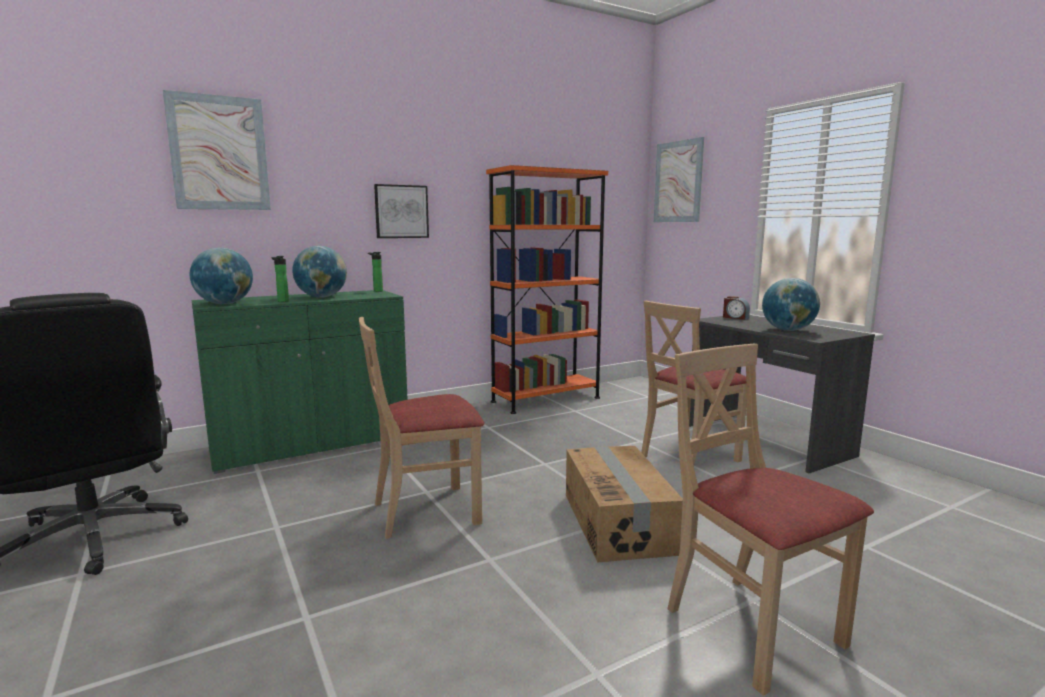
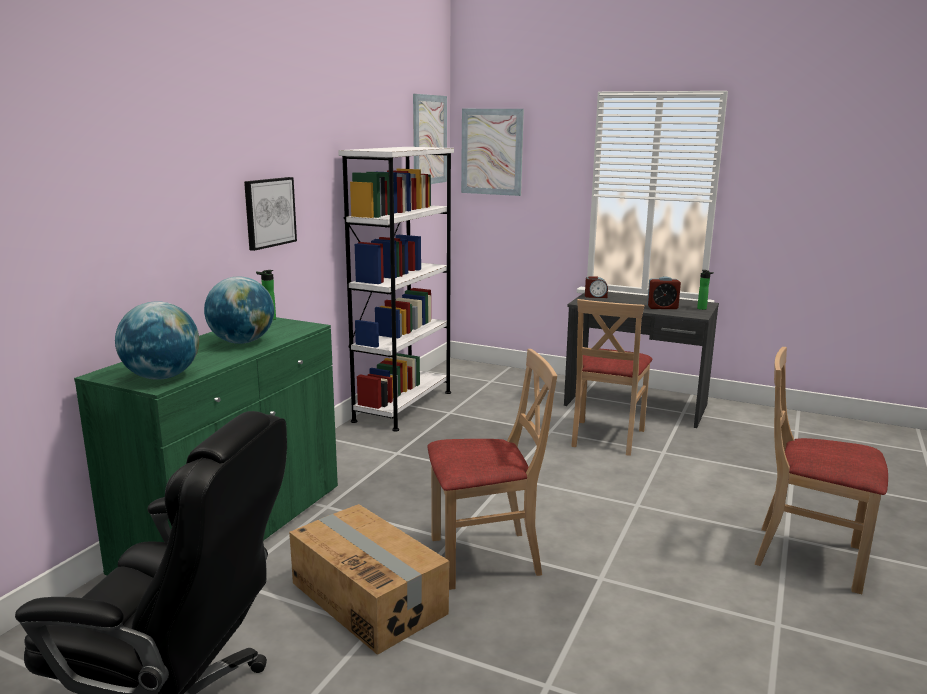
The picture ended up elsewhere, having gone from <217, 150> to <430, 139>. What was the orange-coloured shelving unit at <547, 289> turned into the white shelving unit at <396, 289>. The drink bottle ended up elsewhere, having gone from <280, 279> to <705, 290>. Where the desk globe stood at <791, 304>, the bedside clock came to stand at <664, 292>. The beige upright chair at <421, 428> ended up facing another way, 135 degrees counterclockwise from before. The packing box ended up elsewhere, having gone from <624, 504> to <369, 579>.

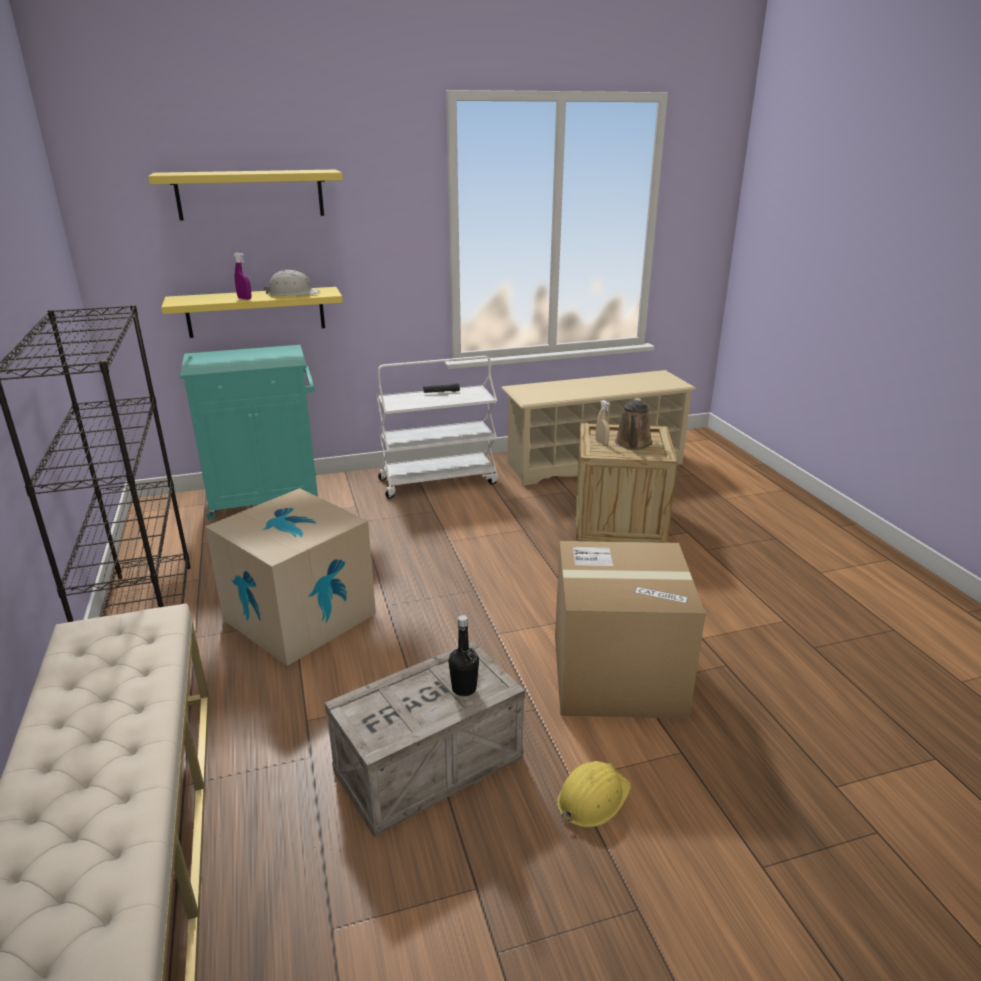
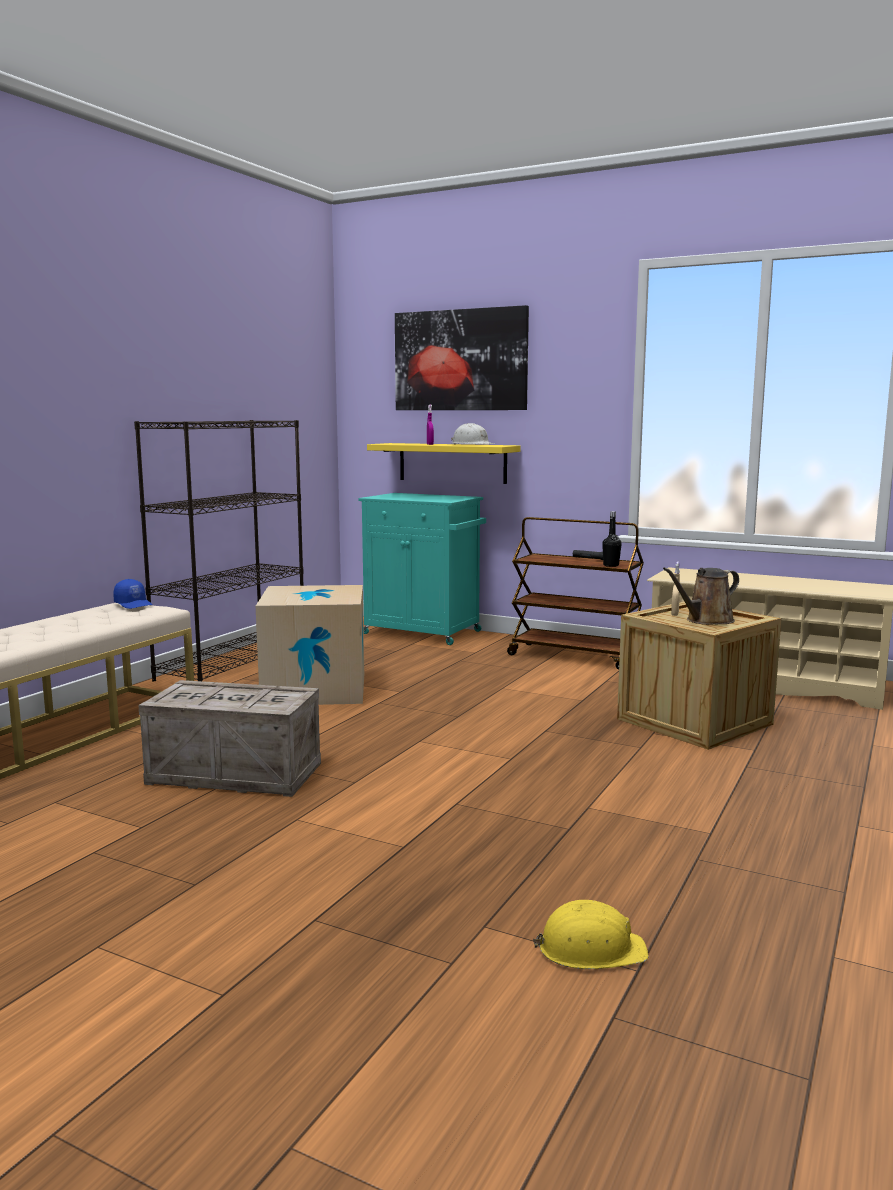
Where the yellow-coloured bracket shelf hung at <245, 195>, the picture came to hang at <462, 357>. What was the white wheeled cart at <437, 427> turned into the brownish wheeled cart at <575, 593>. The second view lost the packing box at <630, 630>. The black drink bottle ended up elsewhere, having gone from <464, 655> to <612, 539>. The yellow-coloured safety helmet ended up elsewhere, having gone from <594, 794> to <591, 934>. The second view gained the blue-coloured peaked cap at <133, 594>.

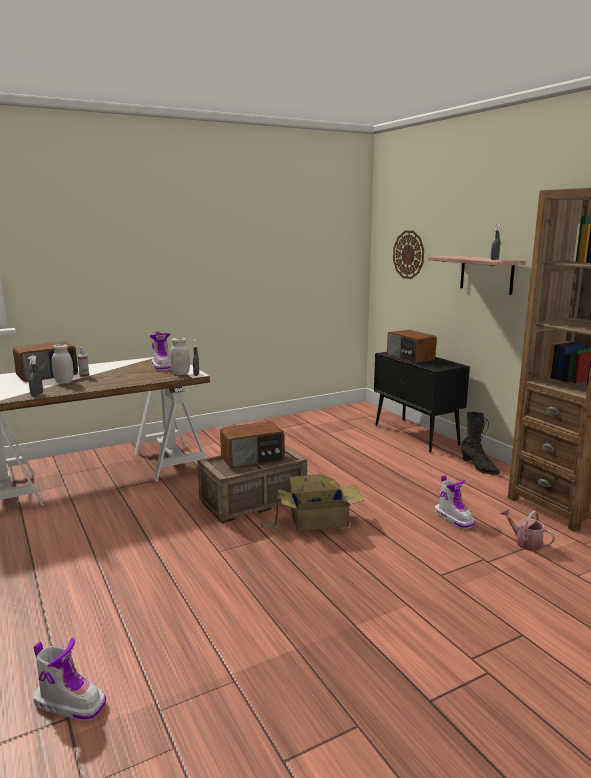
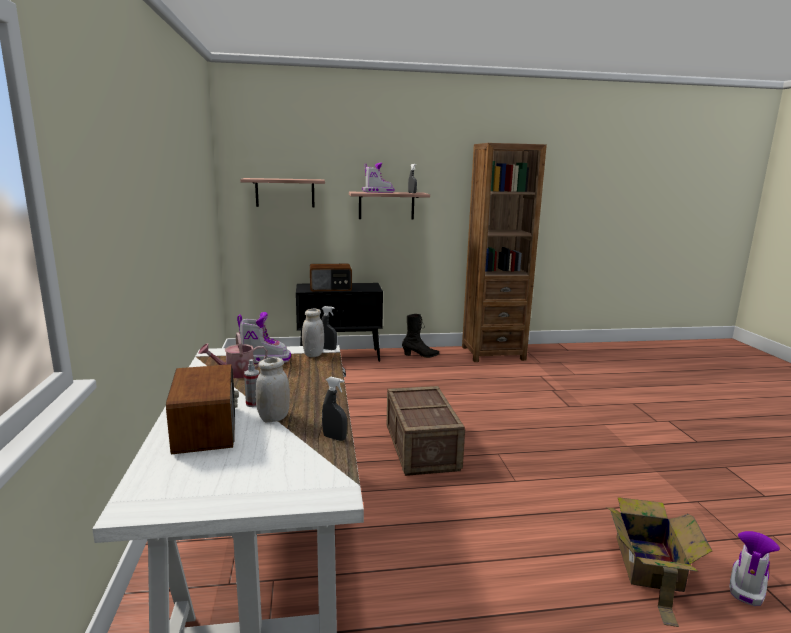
Where the hanging clock hung at <408, 255>, the bracket shelf came to hang at <282, 192>. The second view lost the radio at <252, 445>. The packing box ended up elsewhere, having gone from <312, 503> to <659, 562>. The high-top boot ended up elsewhere, having gone from <455, 502> to <378, 178>. The watering can ended up elsewhere, having gone from <527, 529> to <233, 355>.

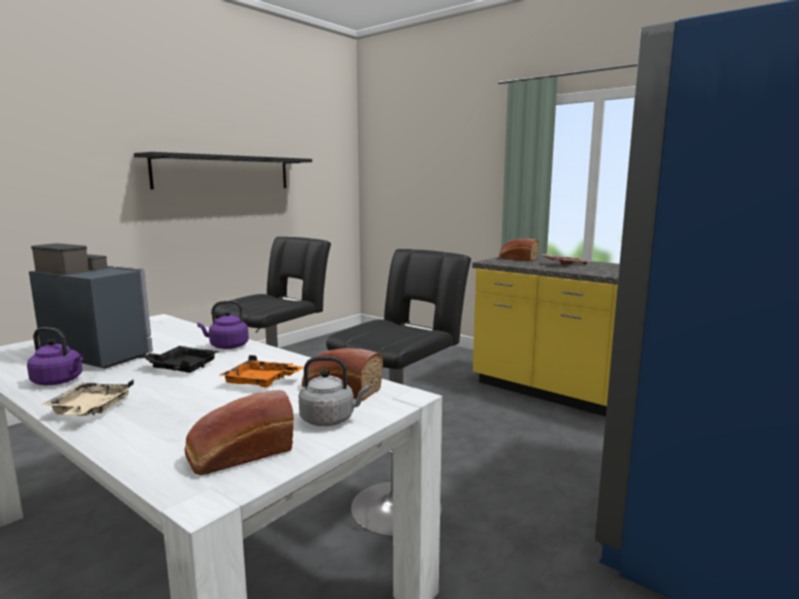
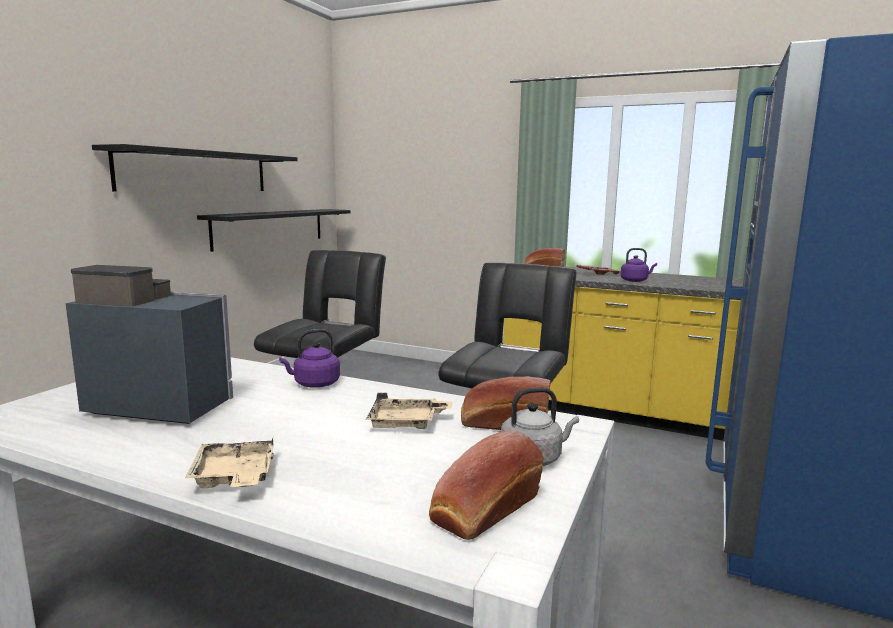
The purple kettle ended up elsewhere, having gone from <55, 356> to <638, 265>. The second view lost the black serving tray at <179, 359>. What was the orange-coloured serving tray at <262, 371> turned into the beige serving tray at <409, 410>. The second view gained the black bracket shelf at <273, 230>.

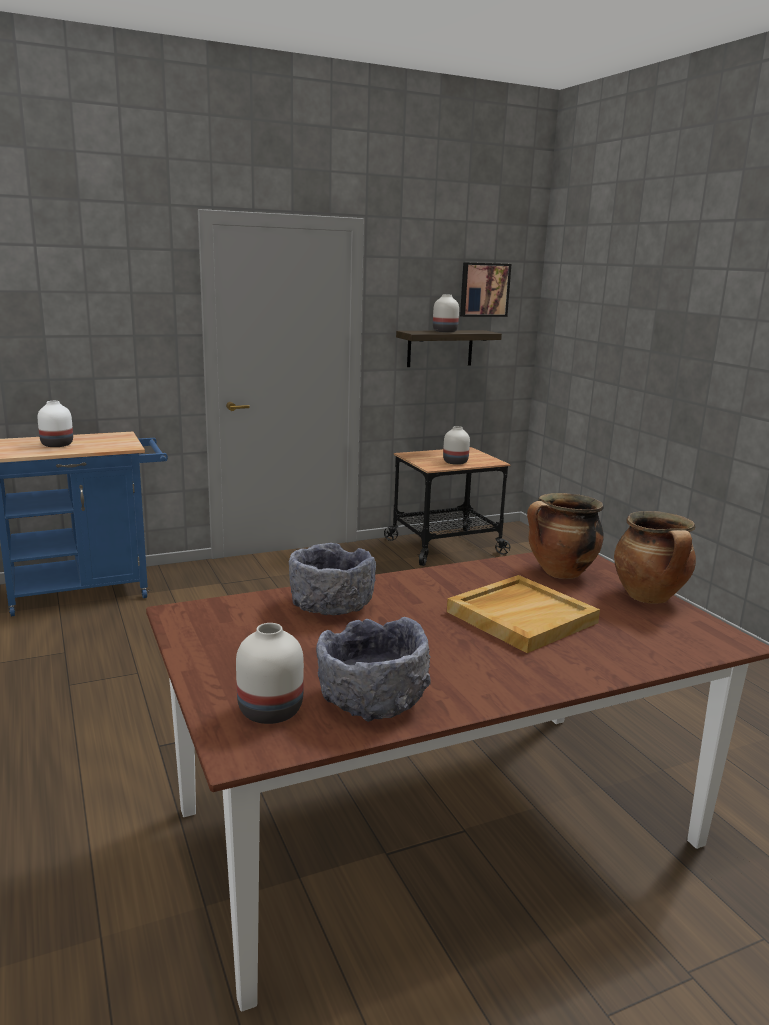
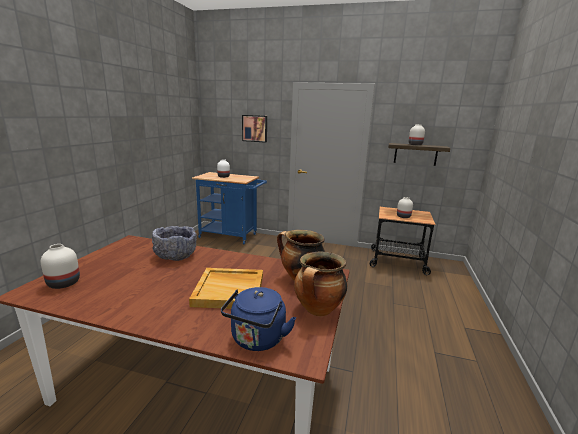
The picture ended up elsewhere, having gone from <485, 289> to <254, 129>. The second view lost the grey deep dish at <373, 669>. The second view gained the blue-coloured kettle at <258, 319>.

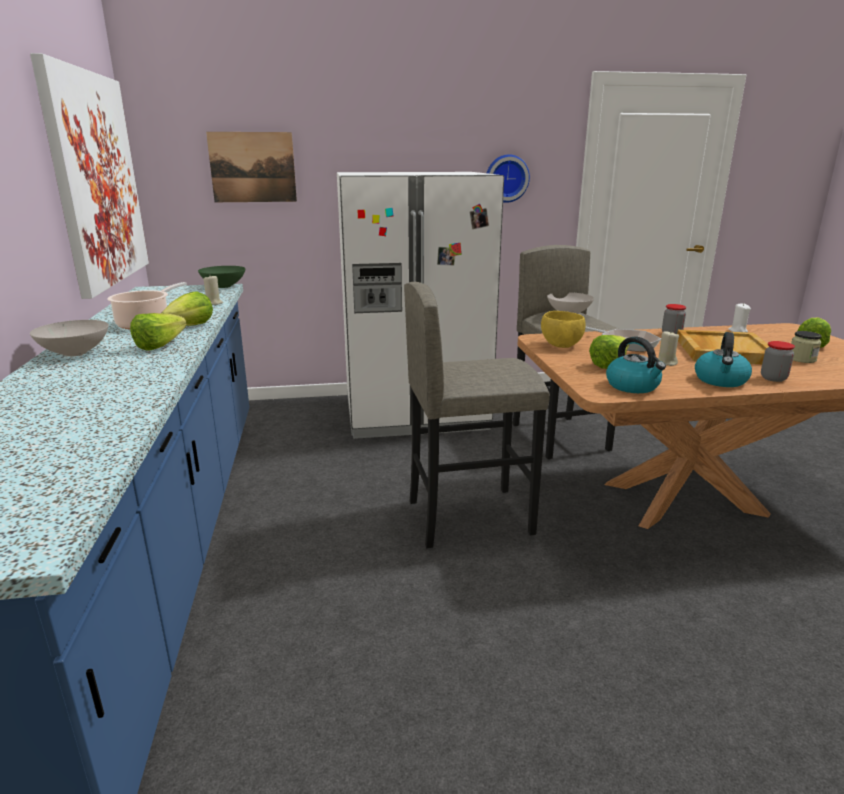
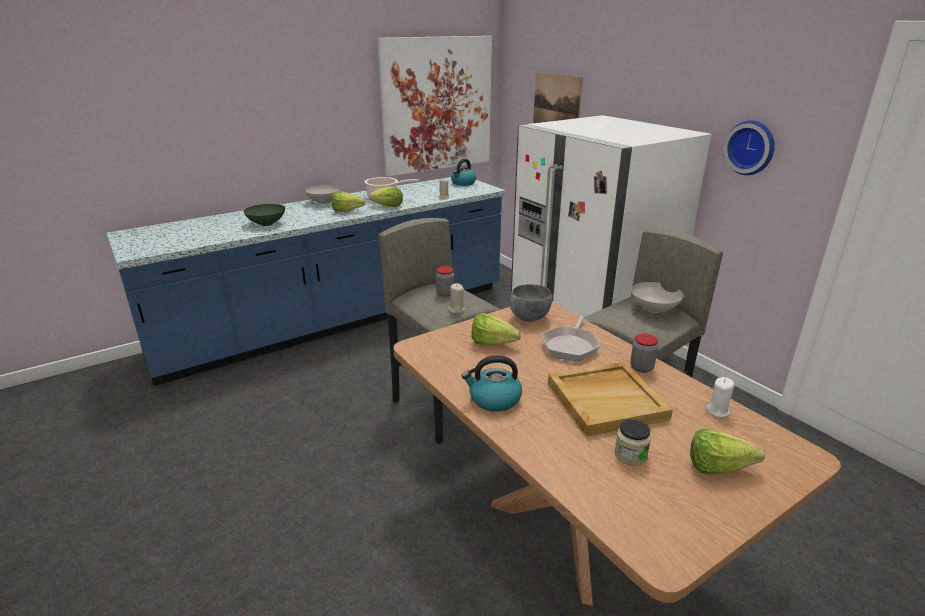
The green deep dish ended up elsewhere, having gone from <222, 277> to <264, 215>. What was the yellow-coloured deep dish at <563, 329> turned into the grey deep dish at <531, 303>. The beige candle ended up elsewhere, having gone from <667, 348> to <457, 298>. The kettle ended up elsewhere, having gone from <636, 365> to <463, 172>. The storage jar ended up elsewhere, having gone from <778, 361> to <445, 281>.

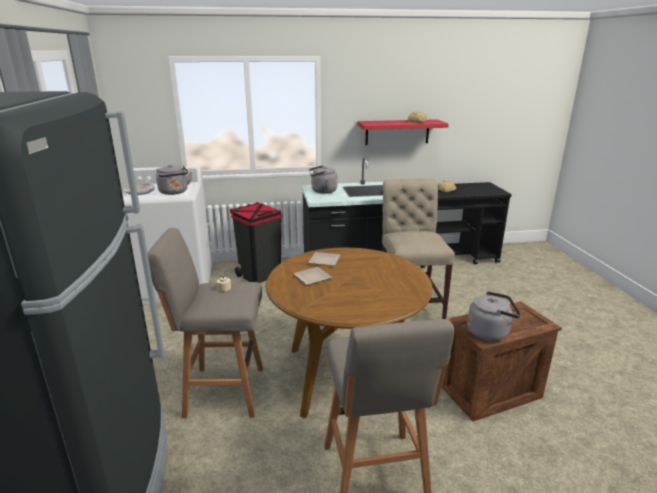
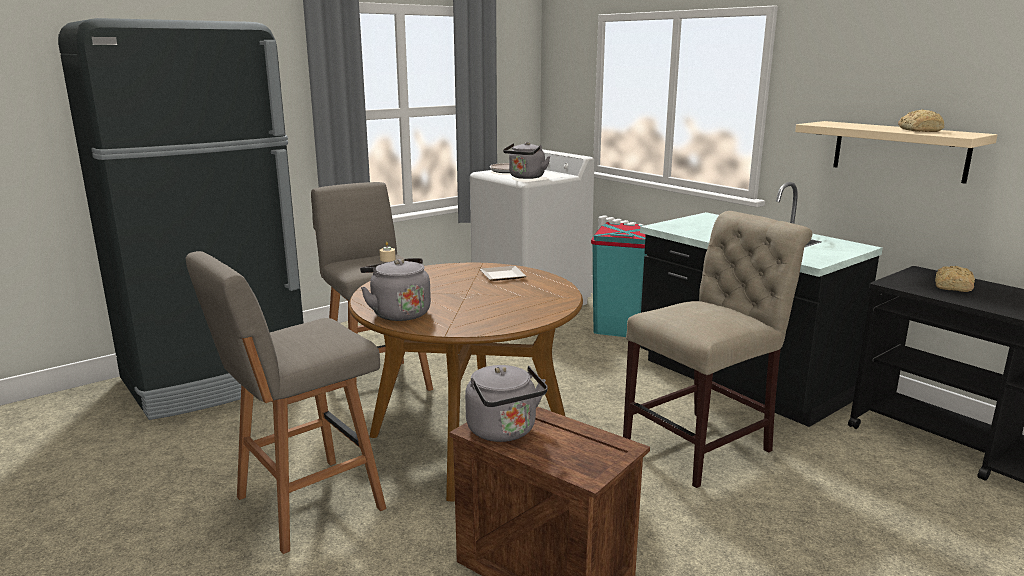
What was the red bracket shelf at <403, 132> turned into the beige bracket shelf at <896, 152>. The grey kettle ended up elsewhere, having gone from <323, 179> to <395, 289>. What was the black rubbish bin at <256, 242> turned into the turquoise rubbish bin at <619, 279>. The second view lost the dinner plate at <312, 276>.

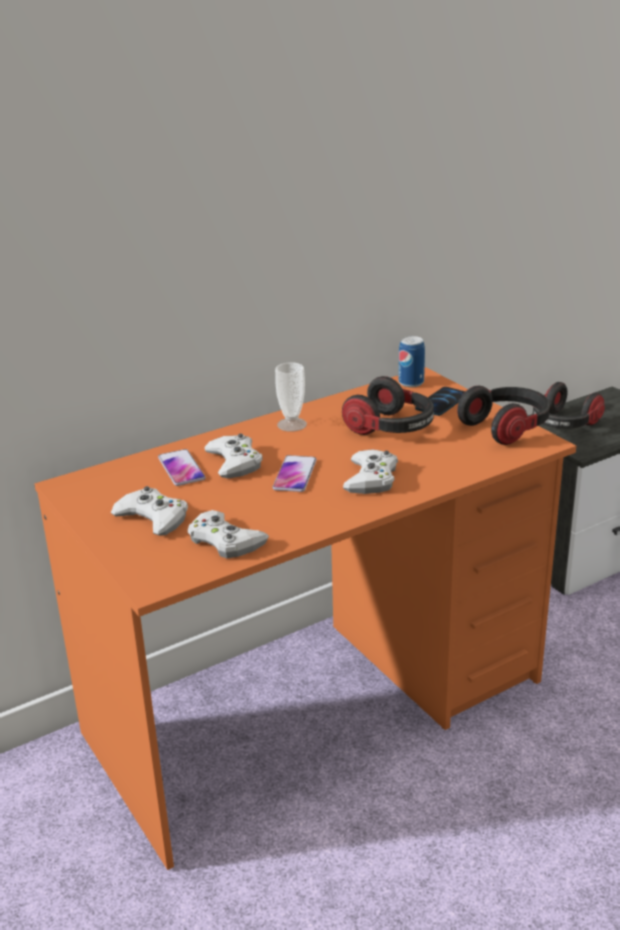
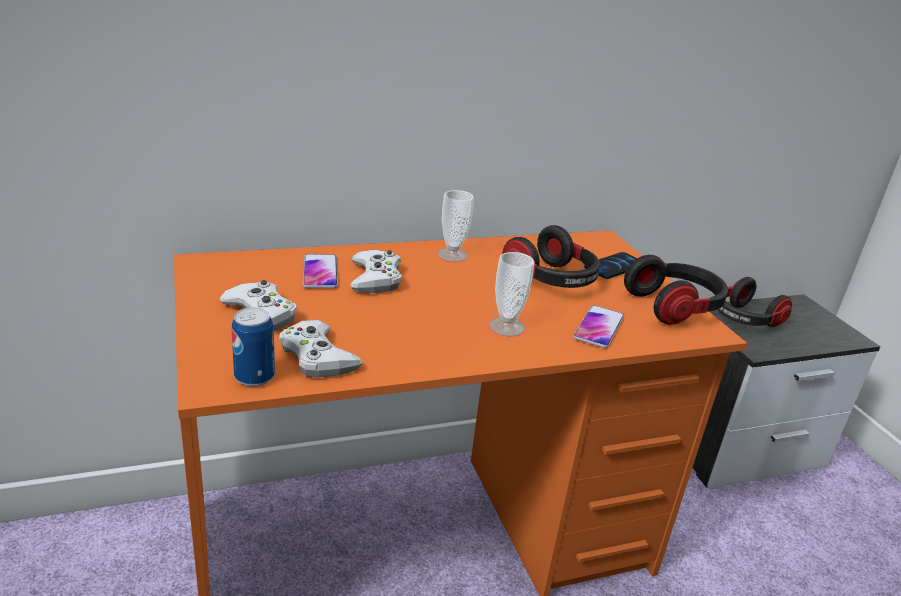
The can ended up elsewhere, having gone from <411, 361> to <253, 347>. Where the white joypad stood at <370, 471>, the drinking cup came to stand at <512, 294>. The handset ended up elsewhere, having gone from <294, 473> to <598, 326>.

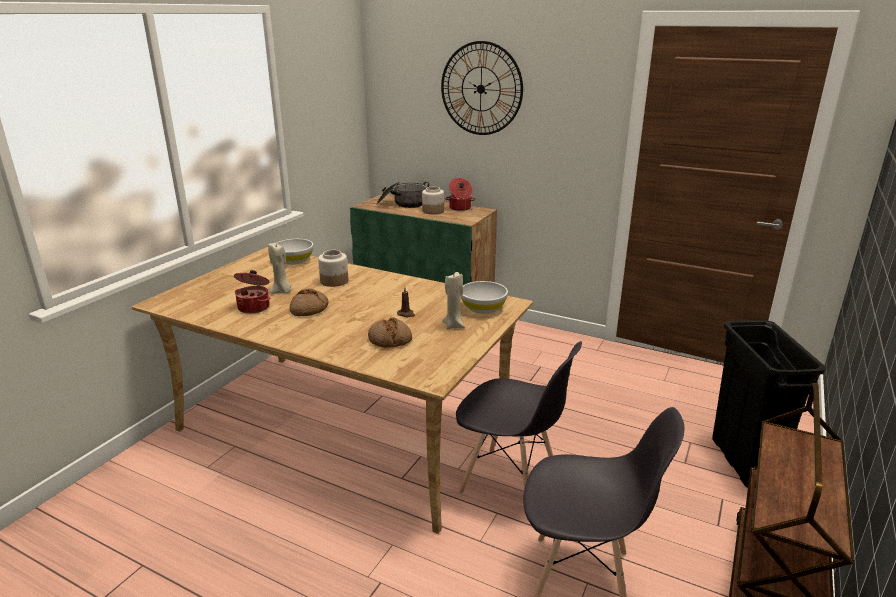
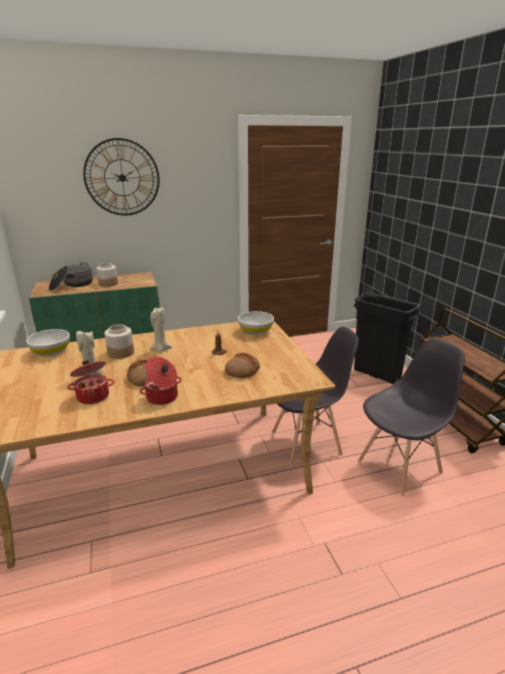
The saucepot ended up elsewhere, having gone from <460, 194> to <161, 381>. The beige candle ended up elsewhere, having gone from <453, 300> to <161, 330>.

